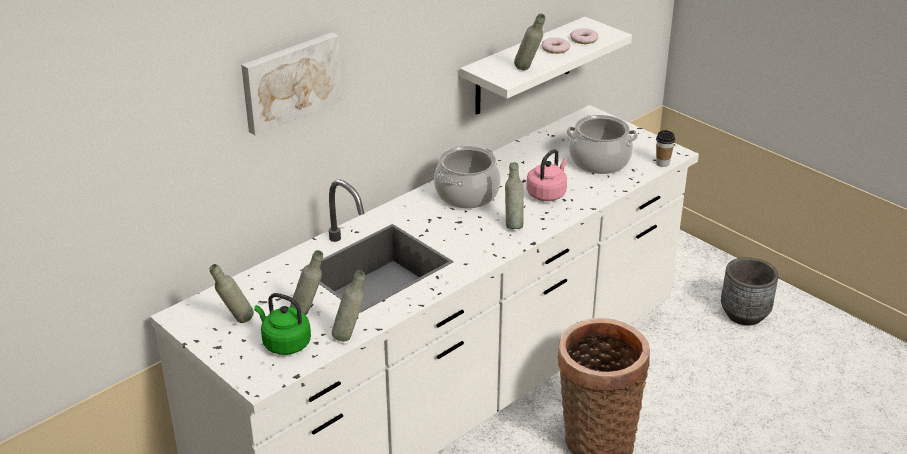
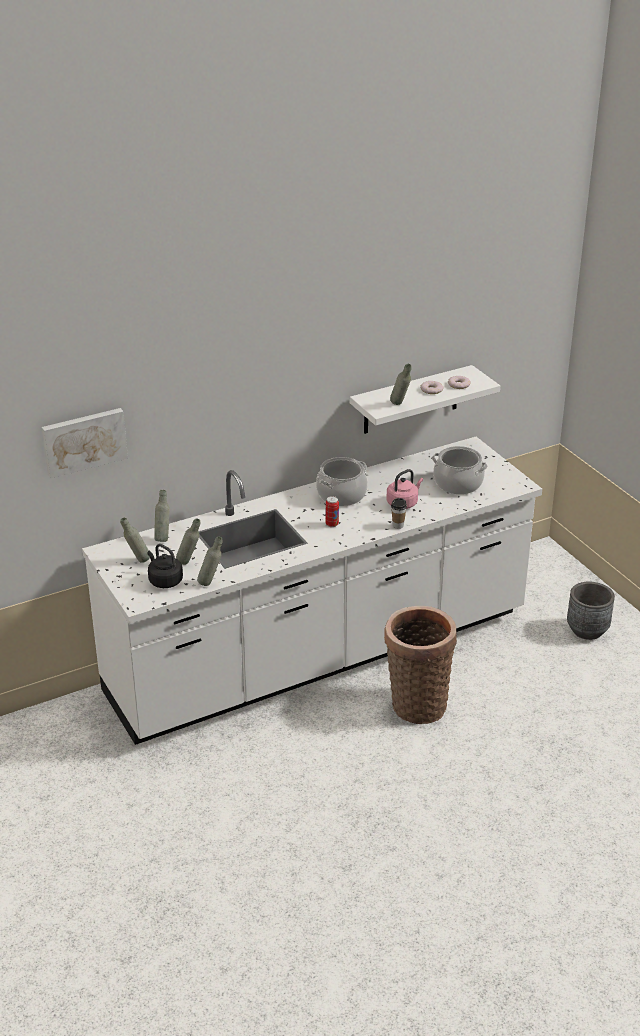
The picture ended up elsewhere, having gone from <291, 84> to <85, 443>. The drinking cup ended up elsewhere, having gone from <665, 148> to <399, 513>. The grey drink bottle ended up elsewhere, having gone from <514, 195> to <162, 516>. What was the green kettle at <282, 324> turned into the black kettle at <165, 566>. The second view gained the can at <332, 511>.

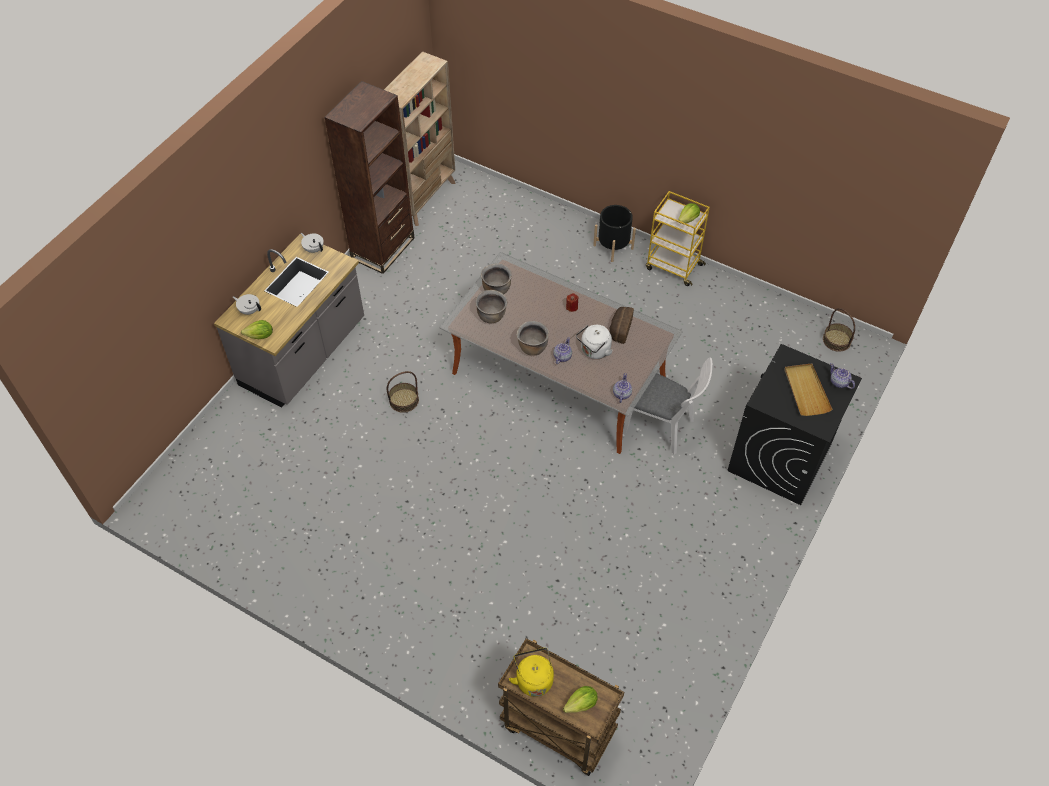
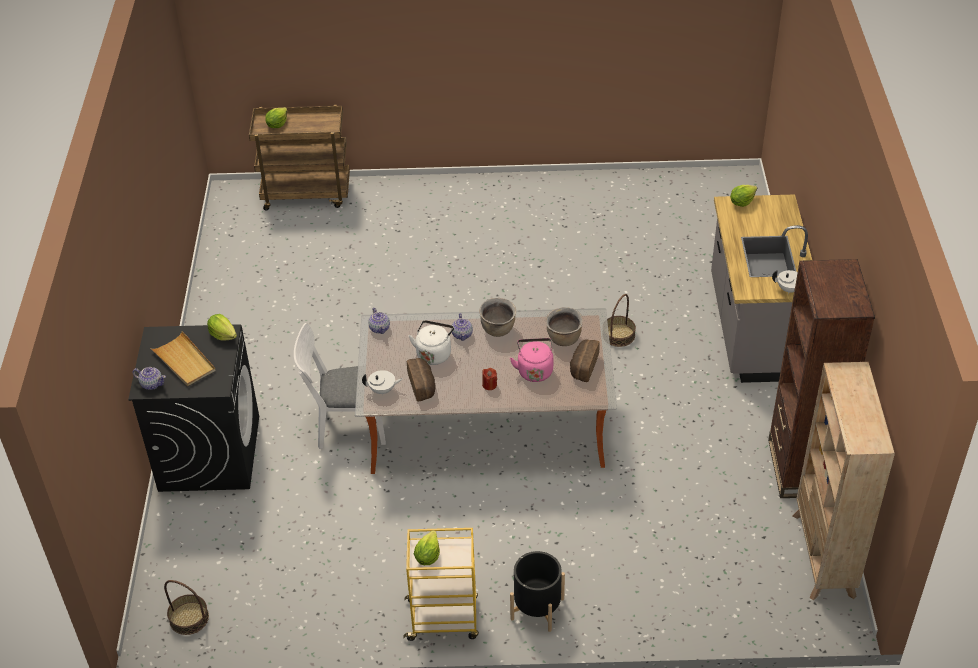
Where the brownish saucepot stood at <496, 279>, the bread came to stand at <585, 361>. The white teapot ended up elsewhere, having gone from <247, 304> to <382, 383>. The second view lost the yellow-coloured kettle at <531, 672>. The second view gained the lettuce at <222, 327>. The second view gained the pink kettle at <531, 360>.

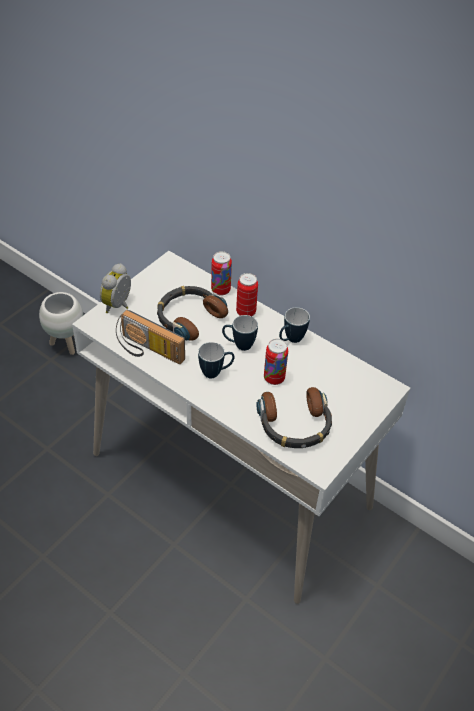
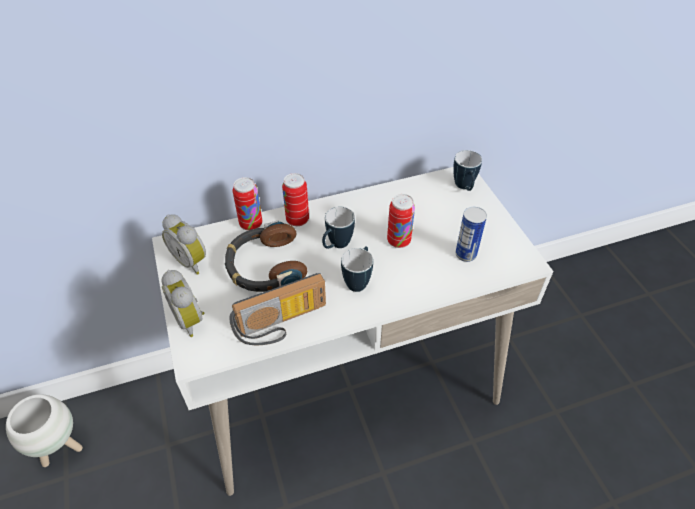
The mug ended up elsewhere, having gone from <294, 325> to <467, 170>. Where the headset stood at <294, 417>, the can came to stand at <471, 234>. The second view gained the bedside clock at <184, 244>.

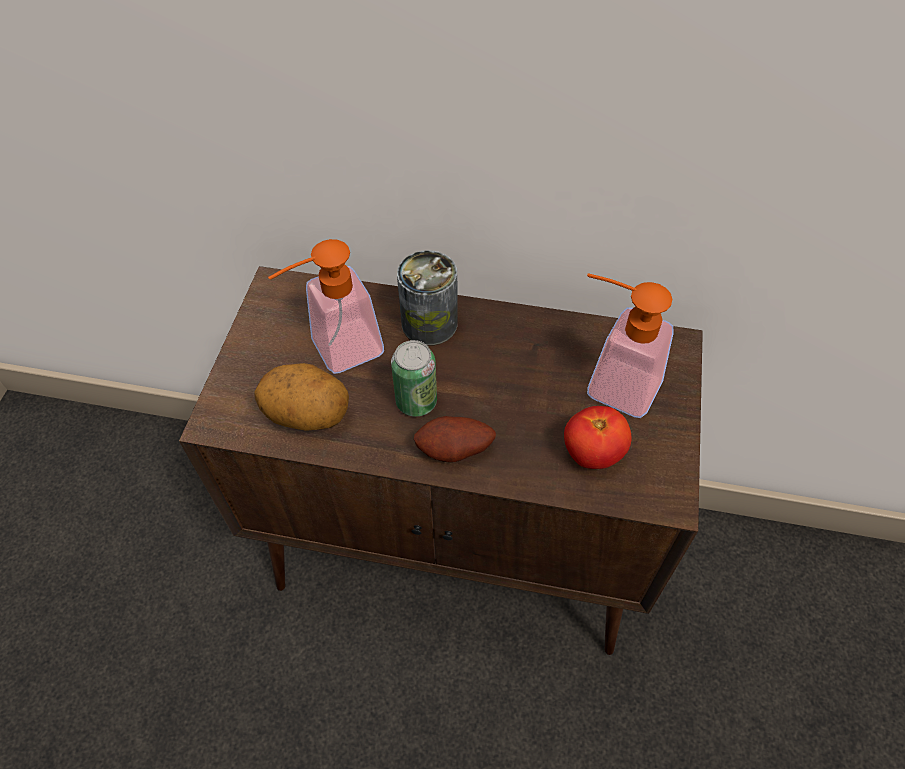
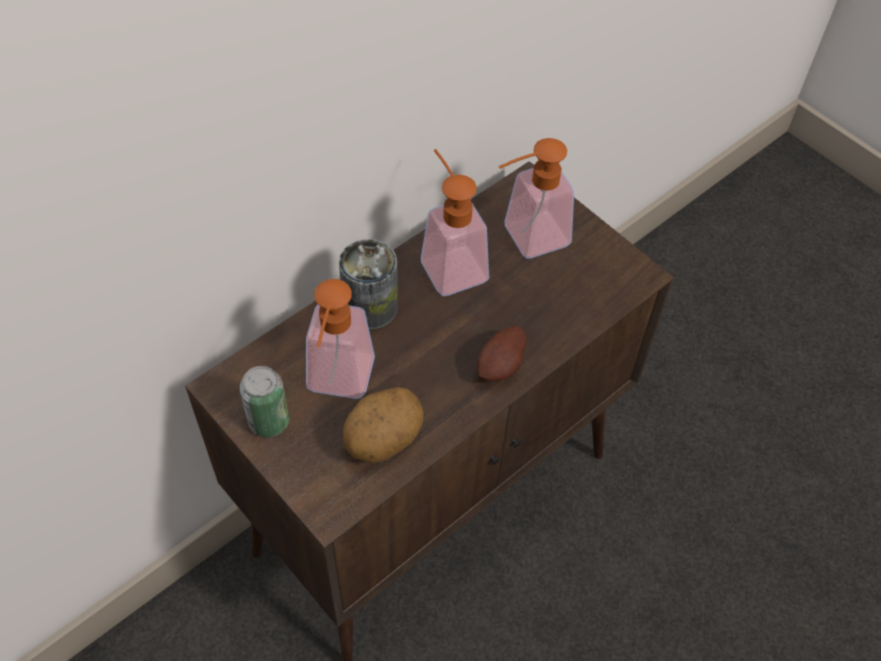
The can ended up elsewhere, having gone from <414, 378> to <264, 401>. The second view lost the whole tomato at <597, 437>. The second view gained the soap bottle at <455, 222>.

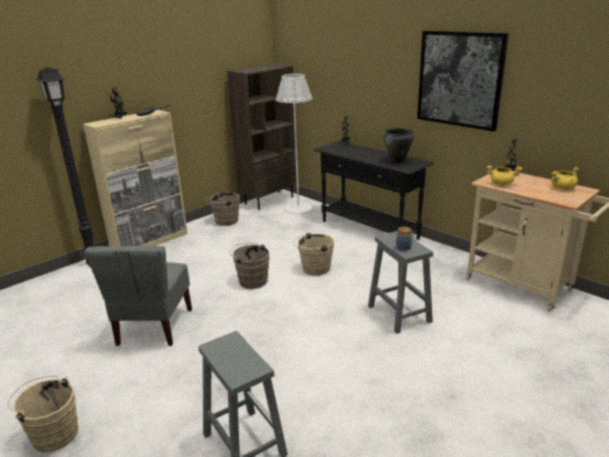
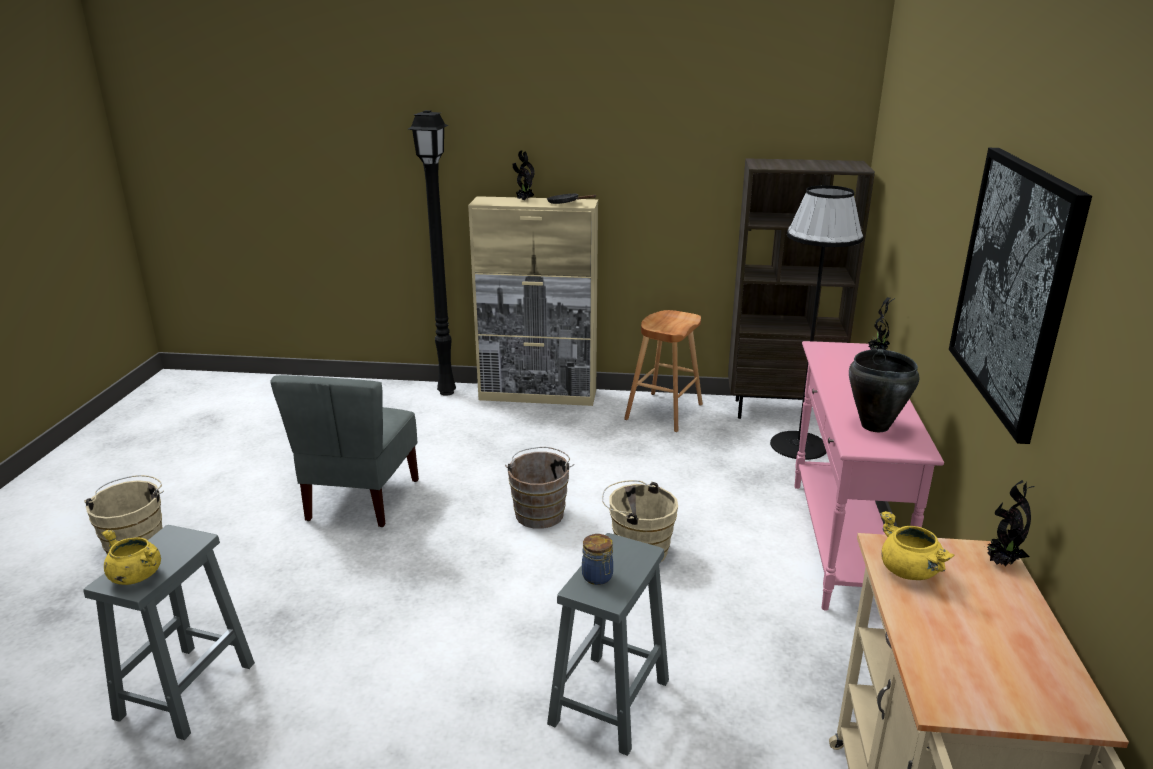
What was the white floor lamp at <294, 144> turned into the black floor lamp at <817, 322>. What was the black console table at <373, 190> turned into the pink console table at <869, 476>. The yellow-coloured saucepot ended up elsewhere, having gone from <565, 178> to <131, 557>. Where the brownish water bucket stood at <223, 209>, the brownish stool came to stand at <663, 371>. The grey upright chair at <138, 296> ended up facing another way, 45 degrees counterclockwise from before.

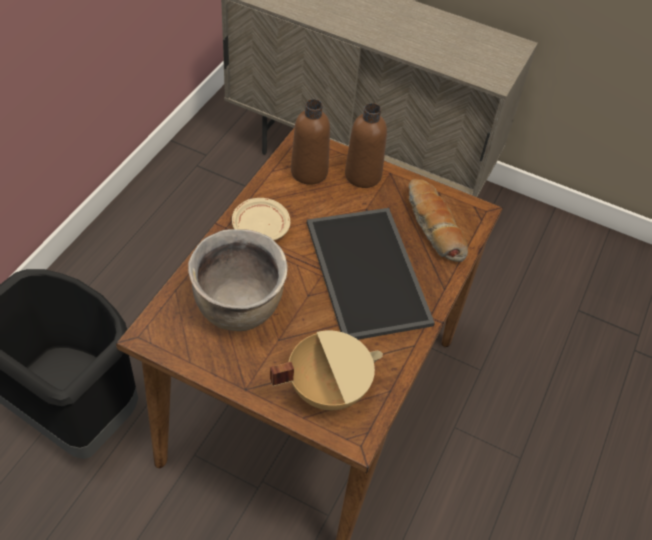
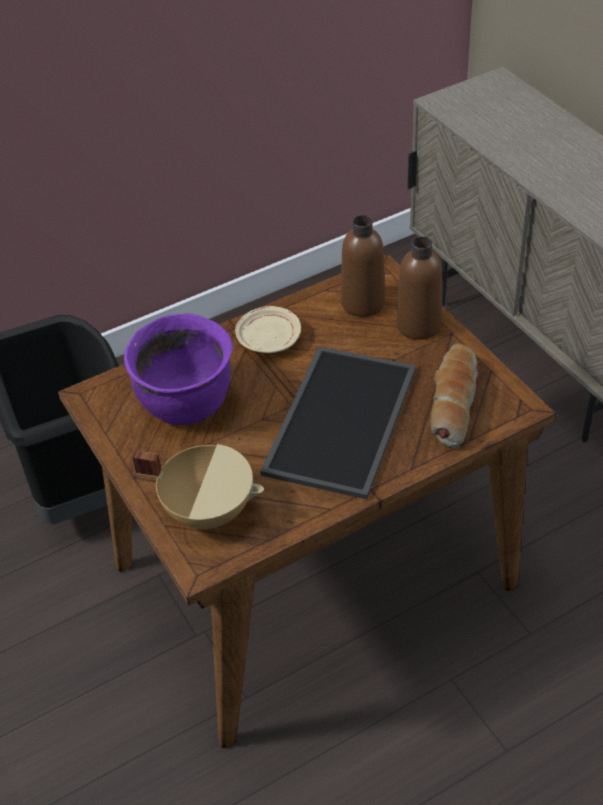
What was the brownish saucepot at <238, 280> turned into the purple saucepot at <178, 369>.

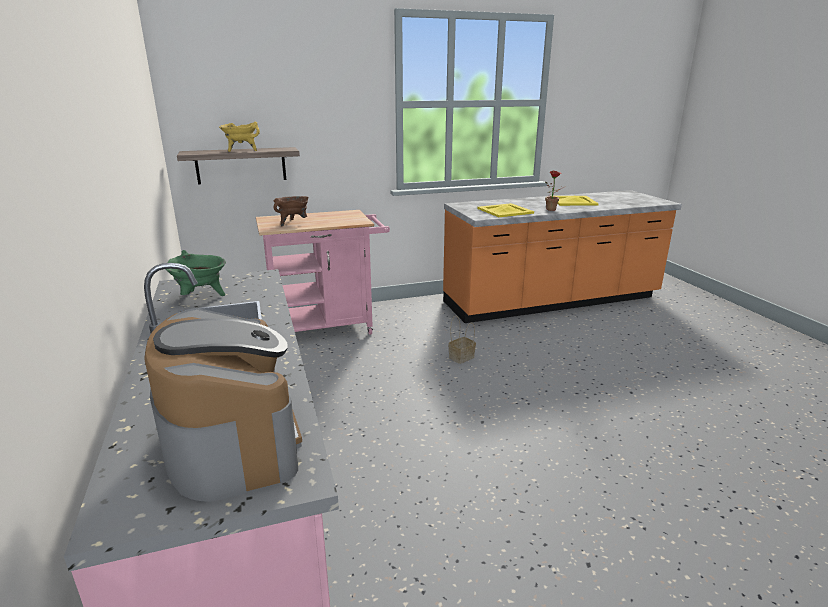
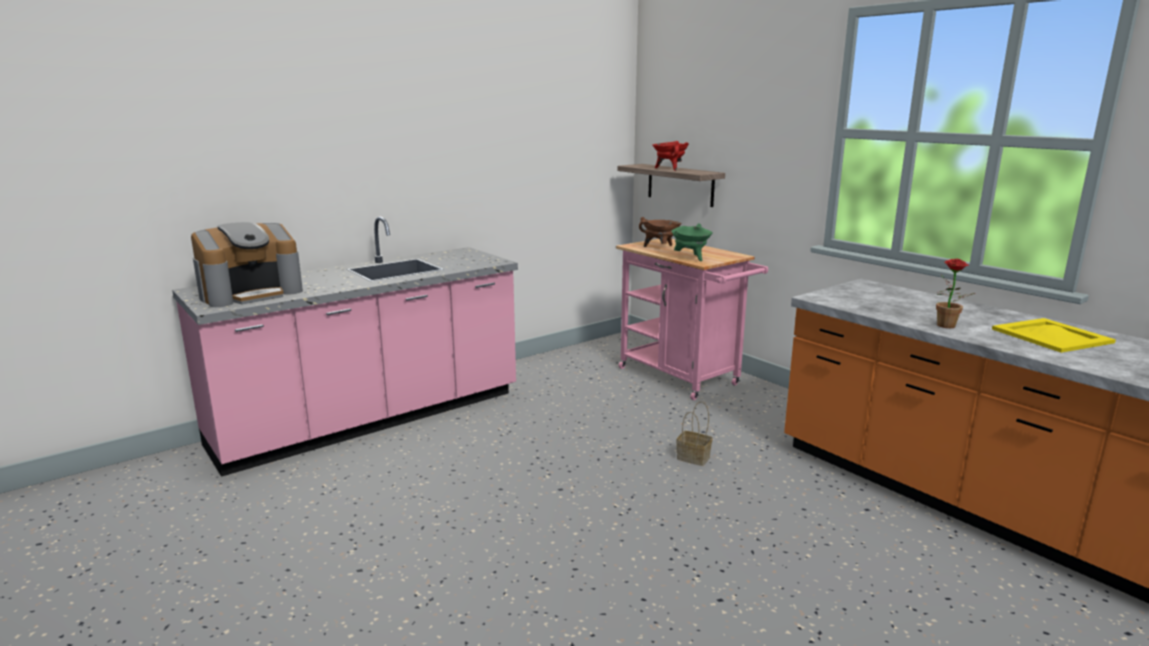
What was the yellow-coloured saucepot at <239, 137> turned into the red saucepot at <670, 156>. The second view lost the yellow-coloured serving tray at <505, 210>. The green saucepot ended up elsewhere, having gone from <195, 273> to <692, 242>.

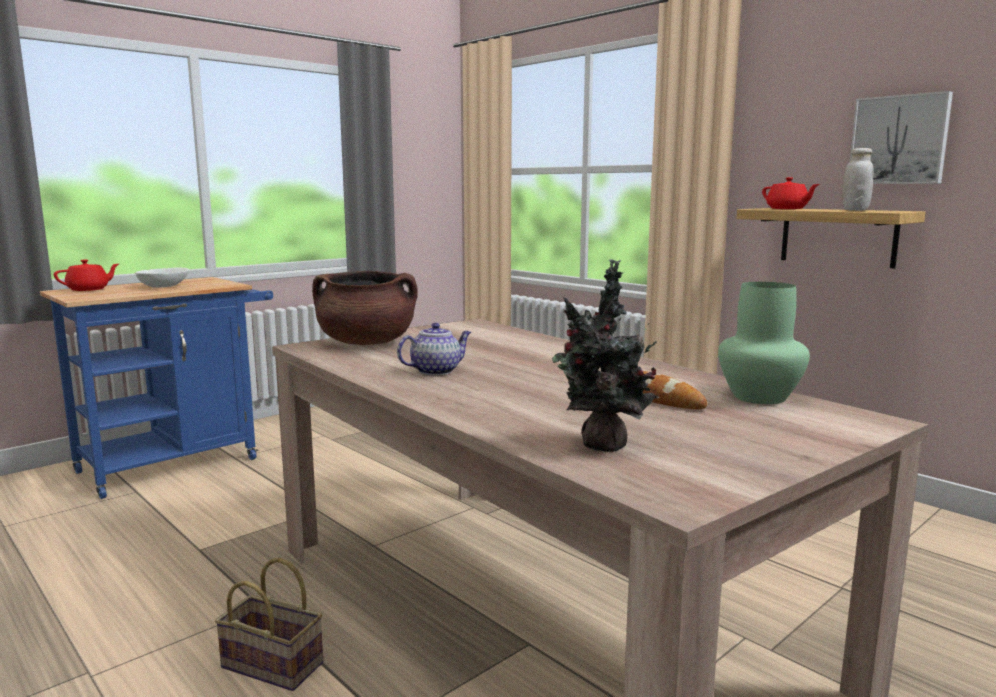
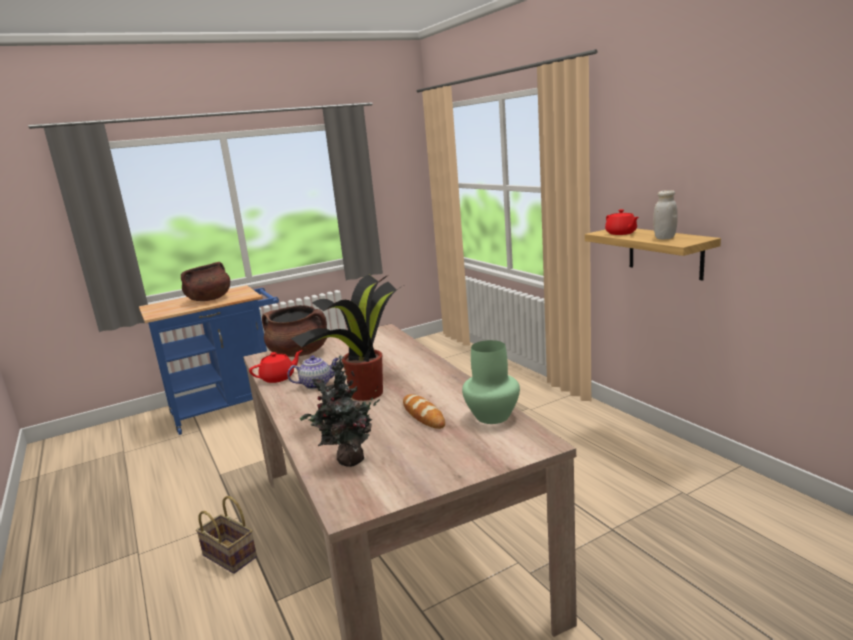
The second view lost the picture at <901, 137>. The red teapot ended up elsewhere, having gone from <86, 275> to <275, 366>. Where the white deep dish stood at <162, 278>, the brownish saucepot came to stand at <205, 281>. The second view gained the houseplant at <346, 338>.

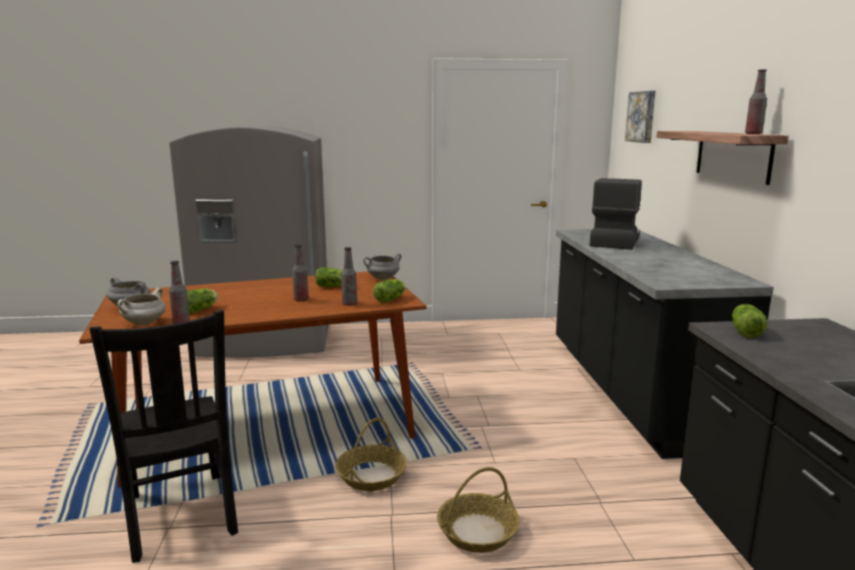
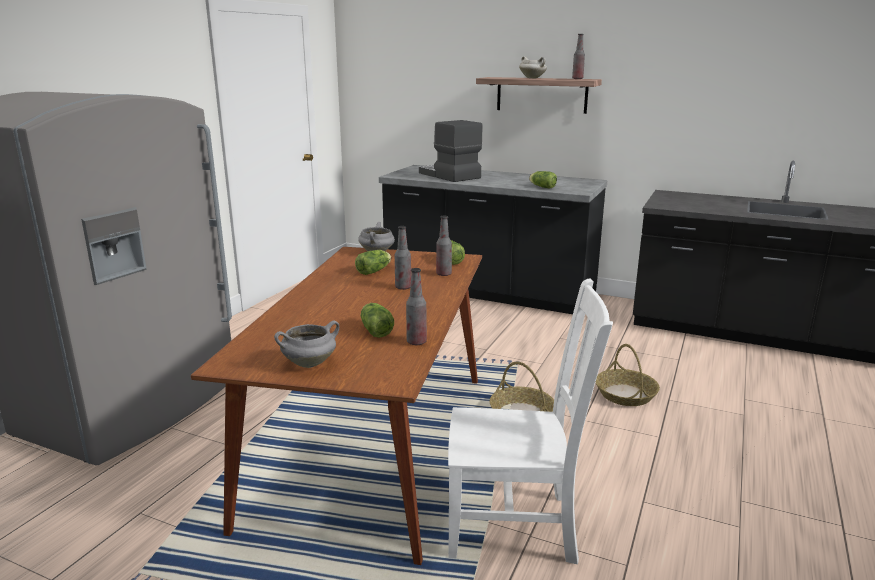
The second view lost the picture at <640, 117>. The white saucepot ended up elsewhere, having gone from <141, 307> to <533, 67>. The lettuce ended up elsewhere, having gone from <750, 321> to <543, 180>. What was the black upright chair at <163, 436> turned into the white upright chair at <530, 421>.

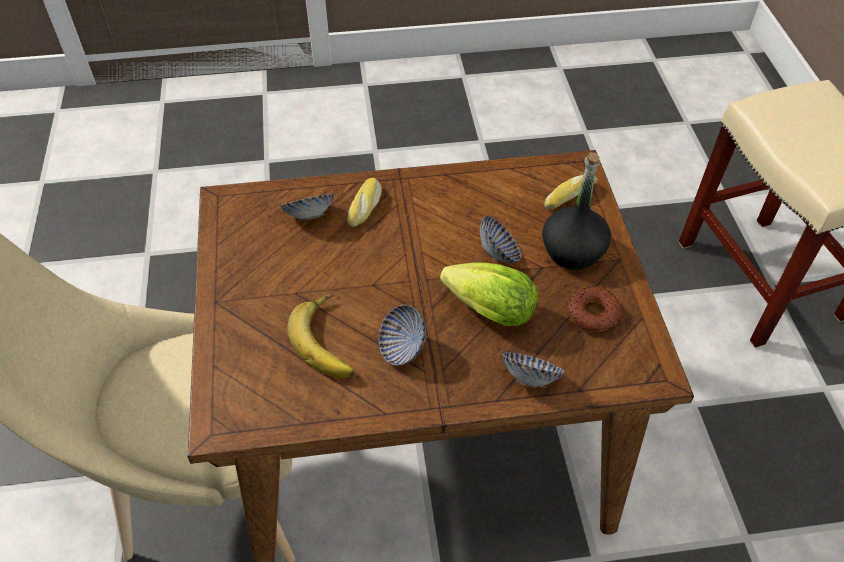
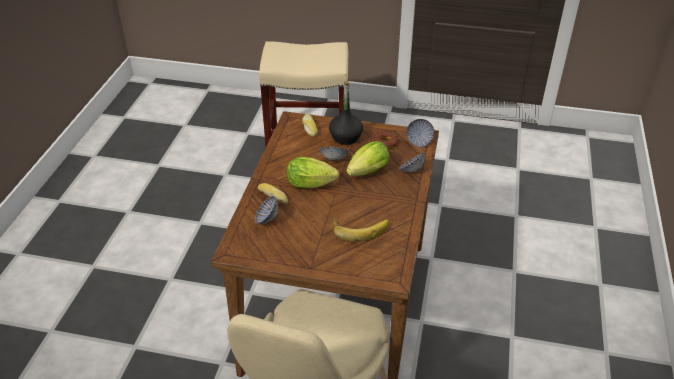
The deep dish ended up elsewhere, having gone from <402, 335> to <420, 133>. The second view gained the lettuce at <313, 172>.

